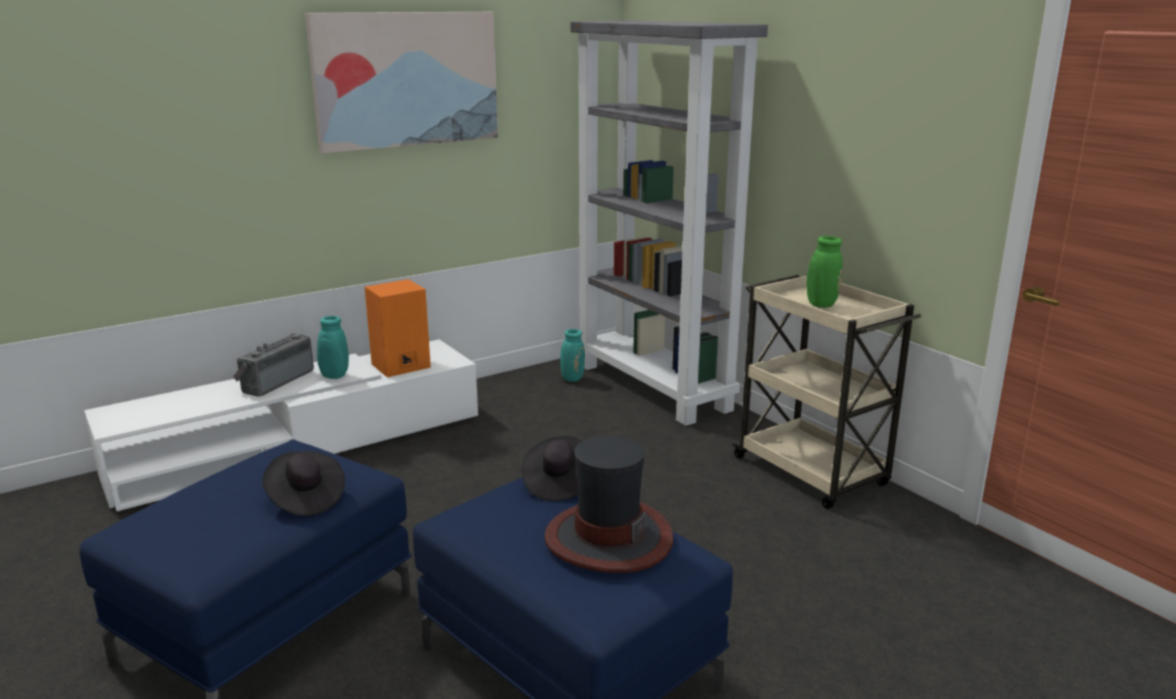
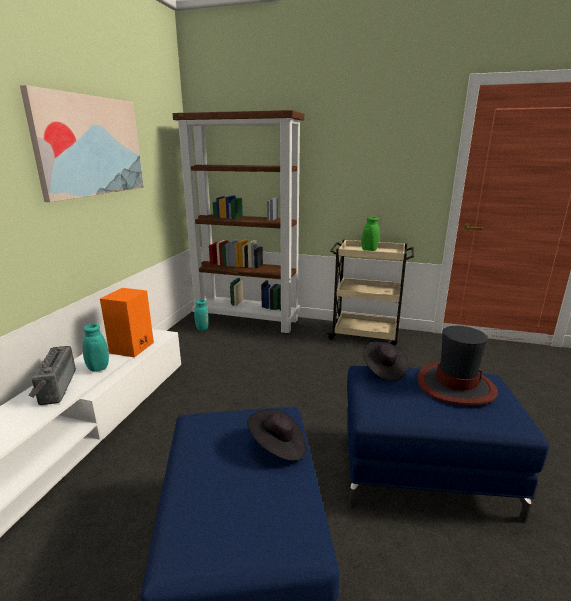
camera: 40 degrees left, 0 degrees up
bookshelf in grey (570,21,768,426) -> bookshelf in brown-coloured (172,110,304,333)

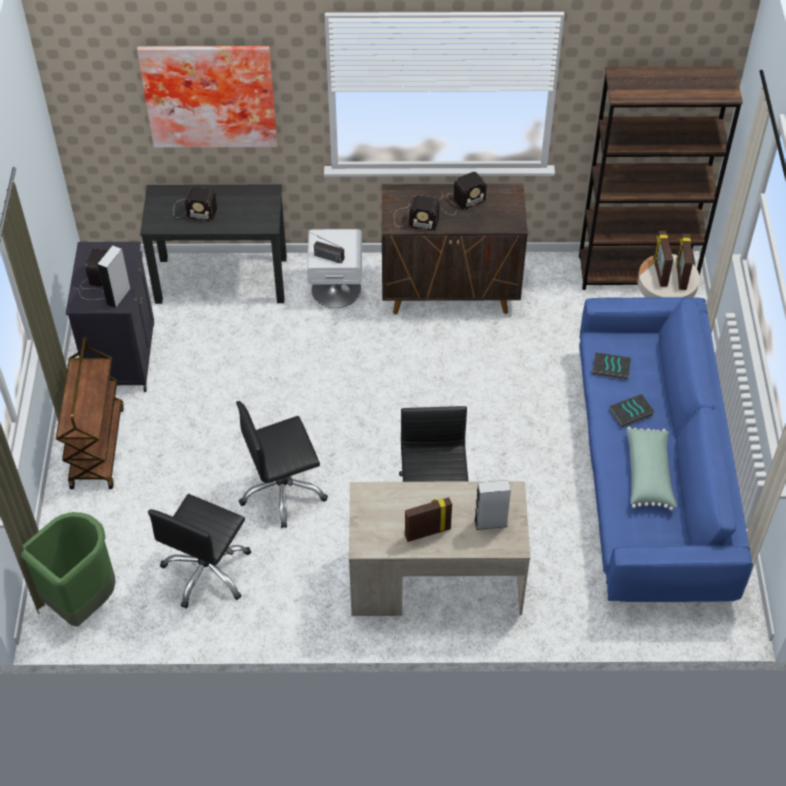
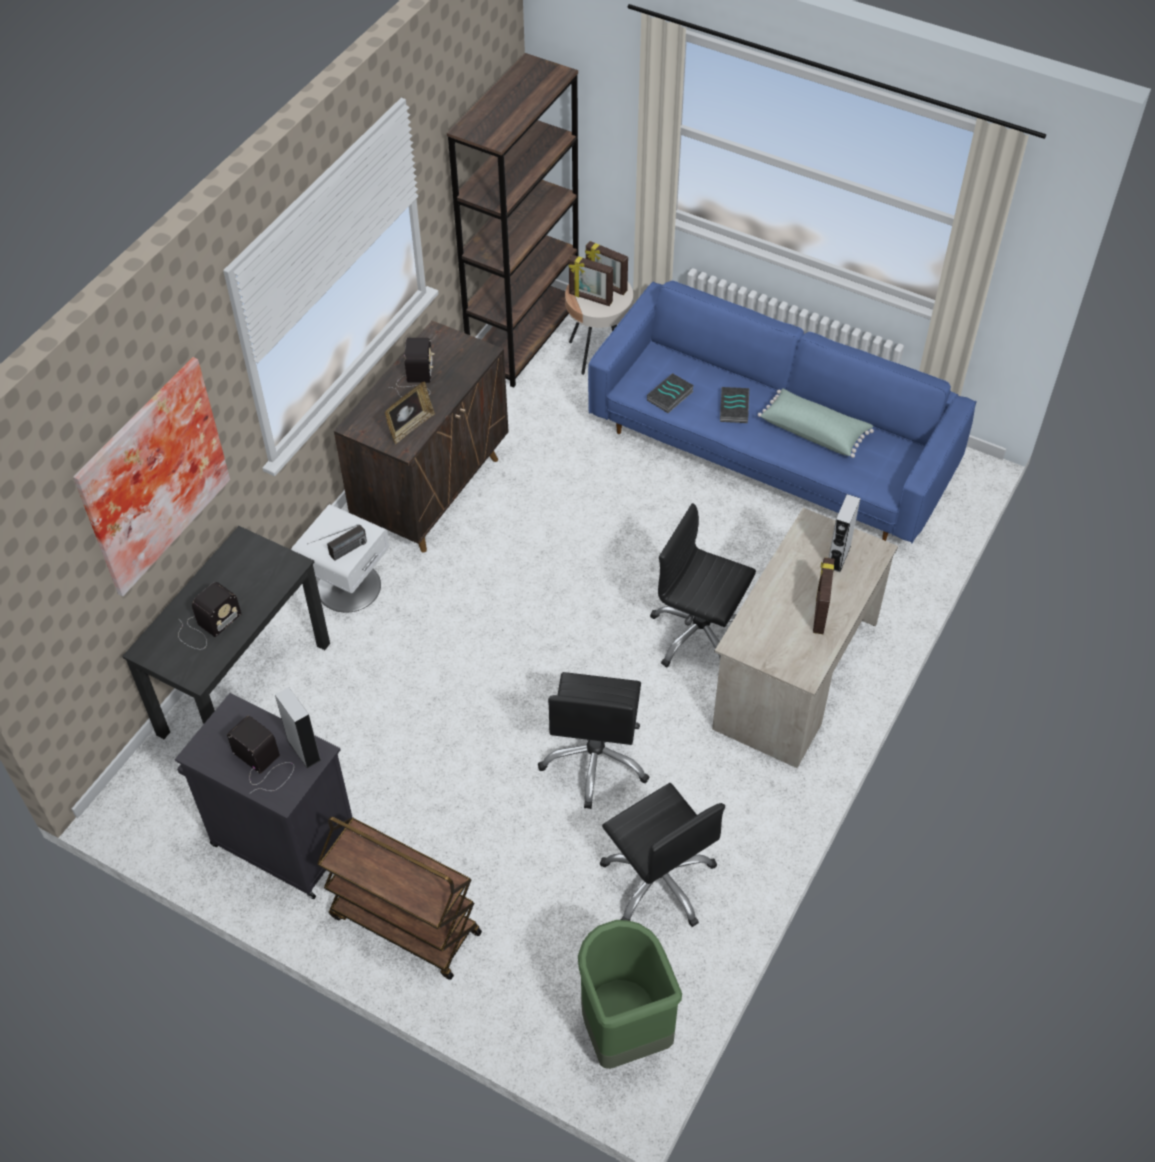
camera: 60 degrees left, 0 degrees up
radio set (394,195,440,231) -> picture frame (385,382,435,444)

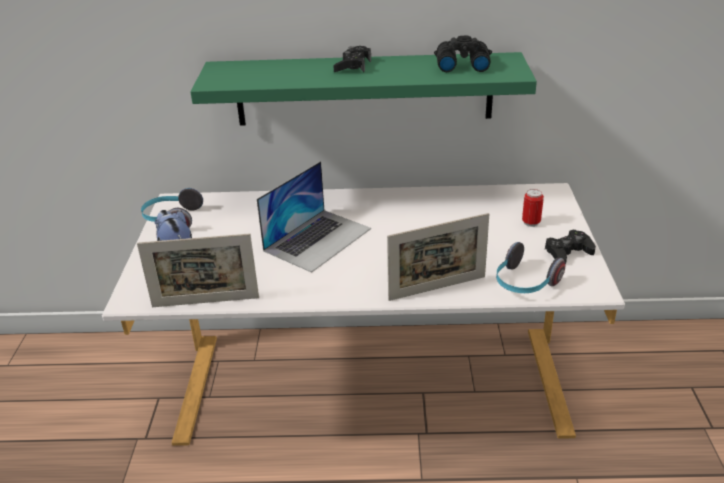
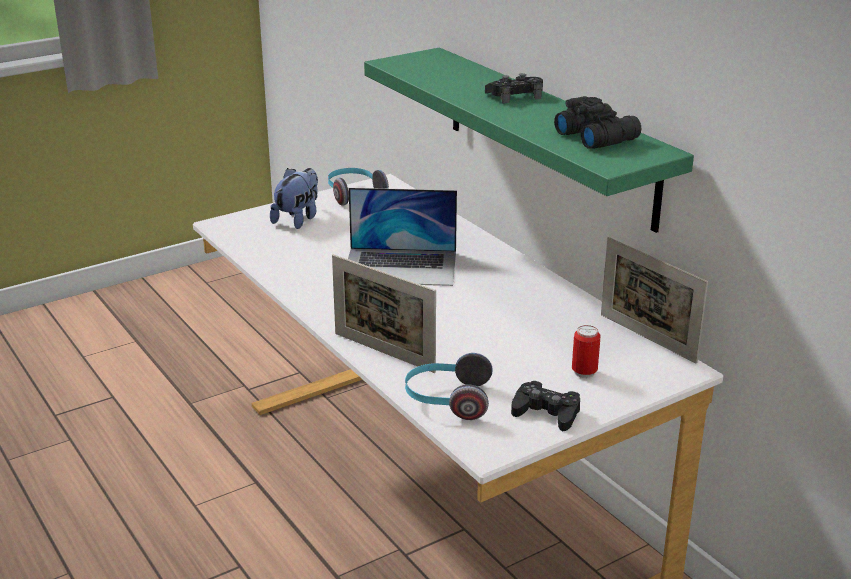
camera: 55 degrees right, 5 degrees down
picture frame (137,233,259,307) -> picture frame (601,237,708,363), shifted

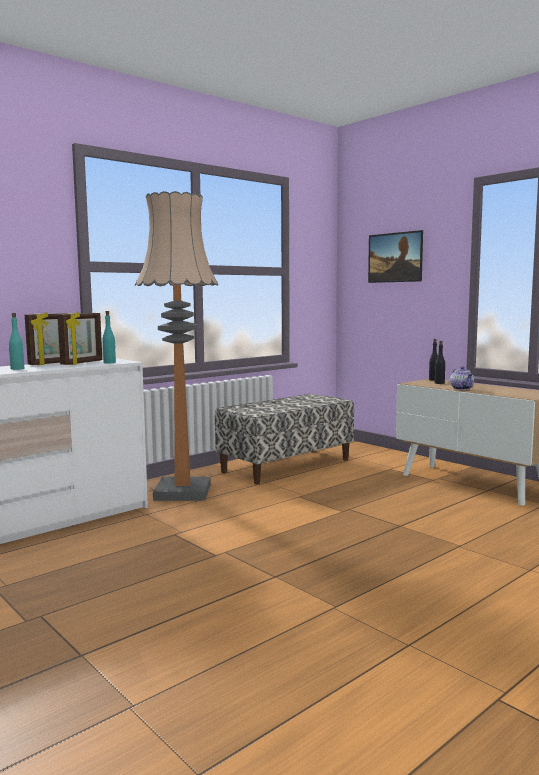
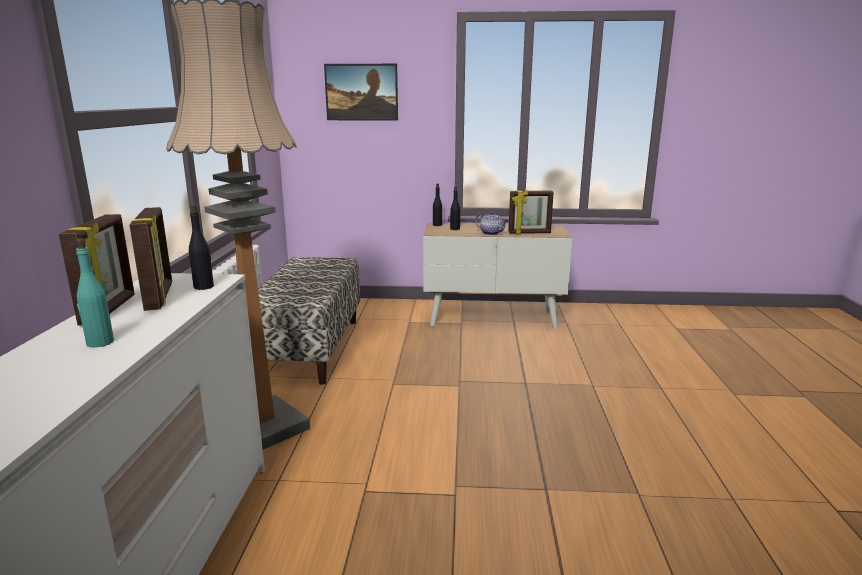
camera: 45 degrees left, 10 degrees up
none -> picture frame (508,190,554,234)
drink bottle in blue-green (102,311,116,364) -> drink bottle in blackish (189,204,214,290)

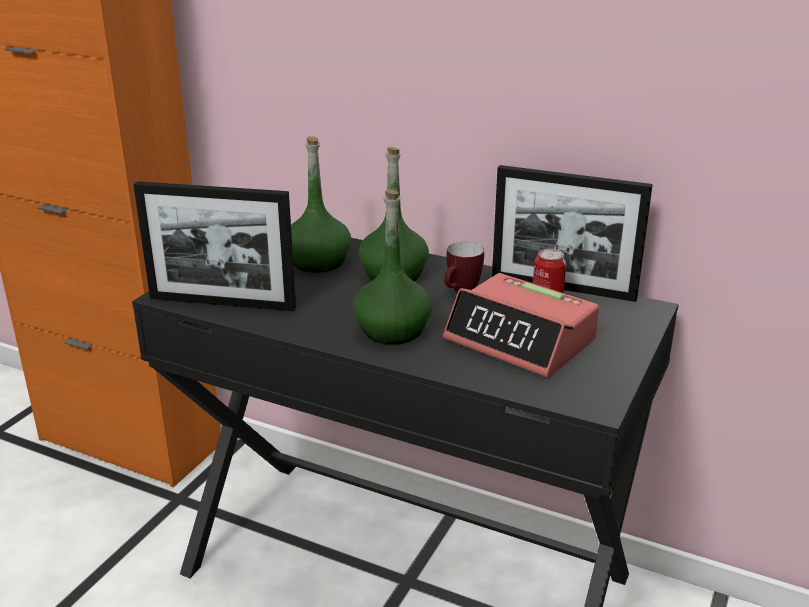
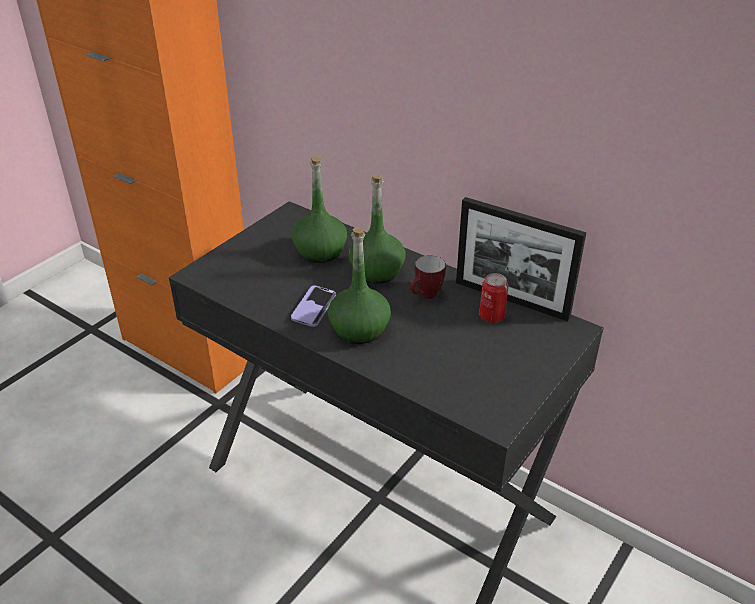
camera: 10 degrees right, 10 degrees up
picture frame (134,181,296,311) -> none
bedside clock (443,273,599,378) -> none
none -> handset (291,285,336,327)

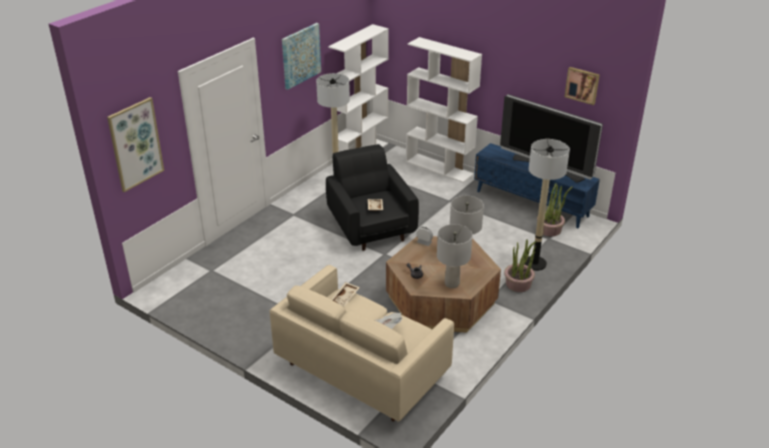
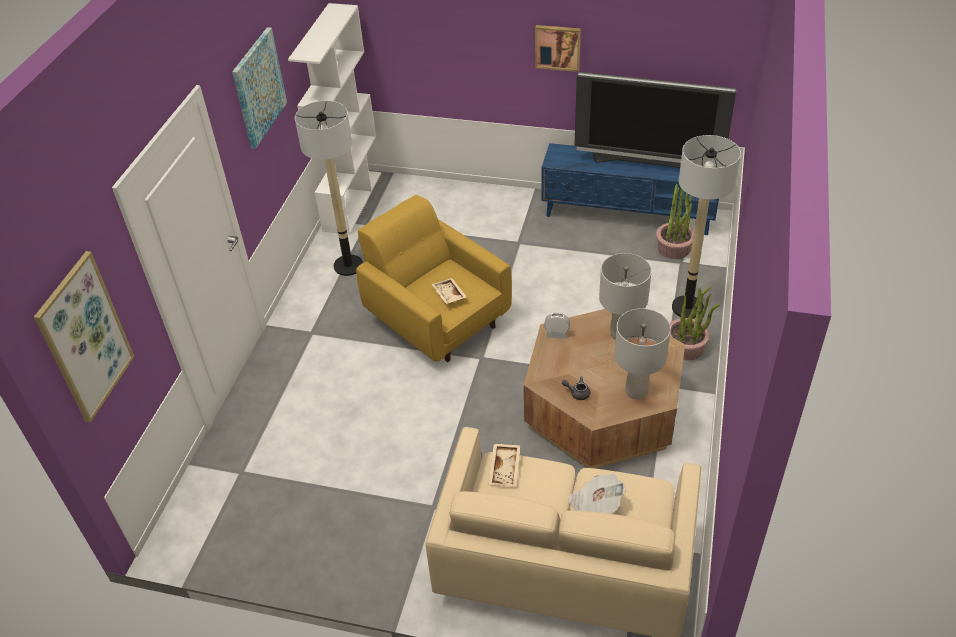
camera: 20 degrees left, 10 degrees up
bookshelf in white (406,37,482,183) -> none
wall picture (564,67,600,105) -> wall picture (535,25,581,72), shifted
armchair in blackish (326,144,419,251) -> armchair in yellow-coloured (356,195,512,362)

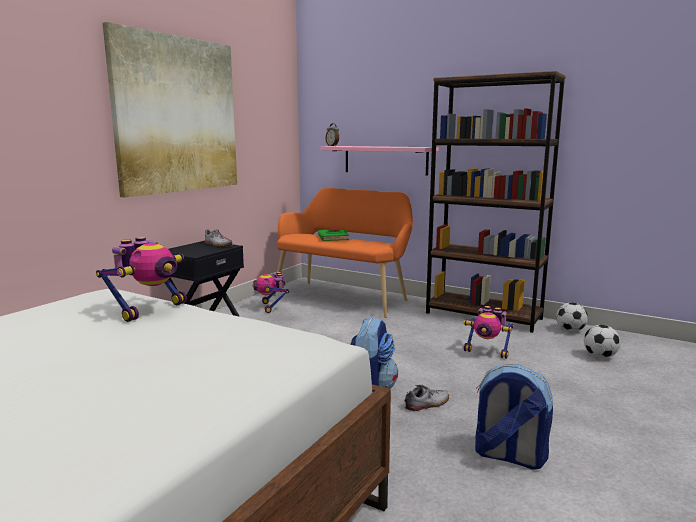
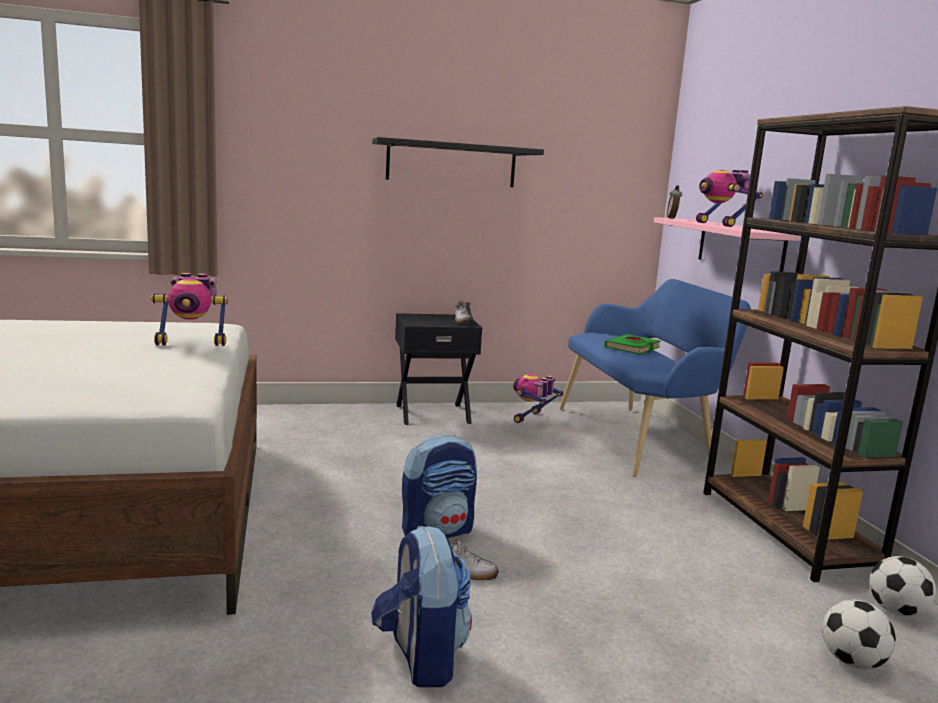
camera: 45 degrees right, 0 degrees up
toy robot (464,306,514,359) -> toy robot (696,170,763,227), shifted
wall picture (102,22,237,198) -> wall shelf in blackish (372,137,544,187)
bench in orange (273,188,413,318) -> bench in bluish (560,279,751,477)

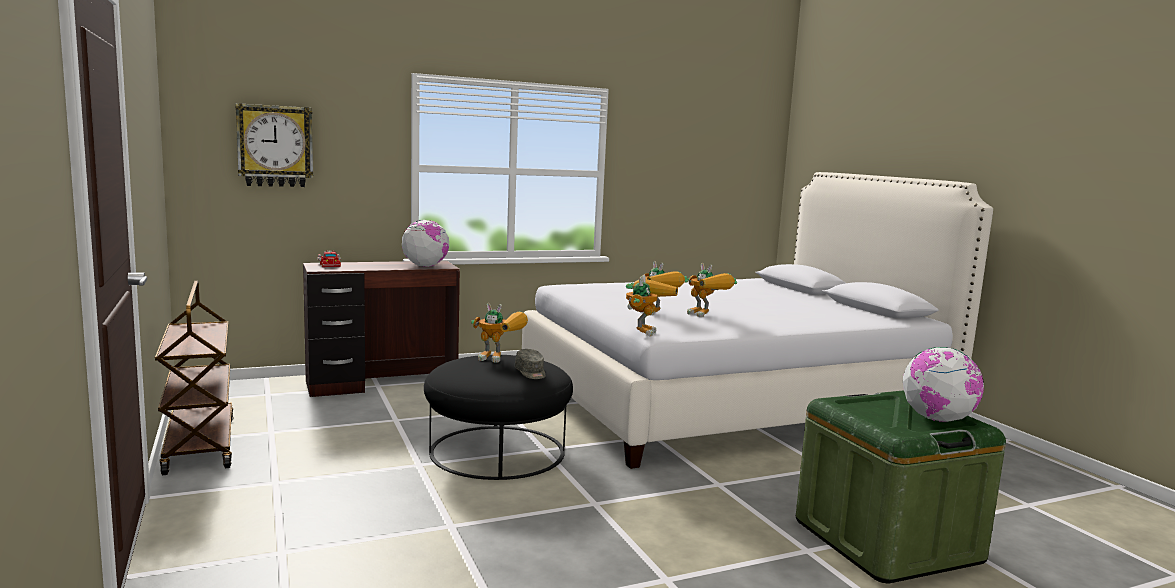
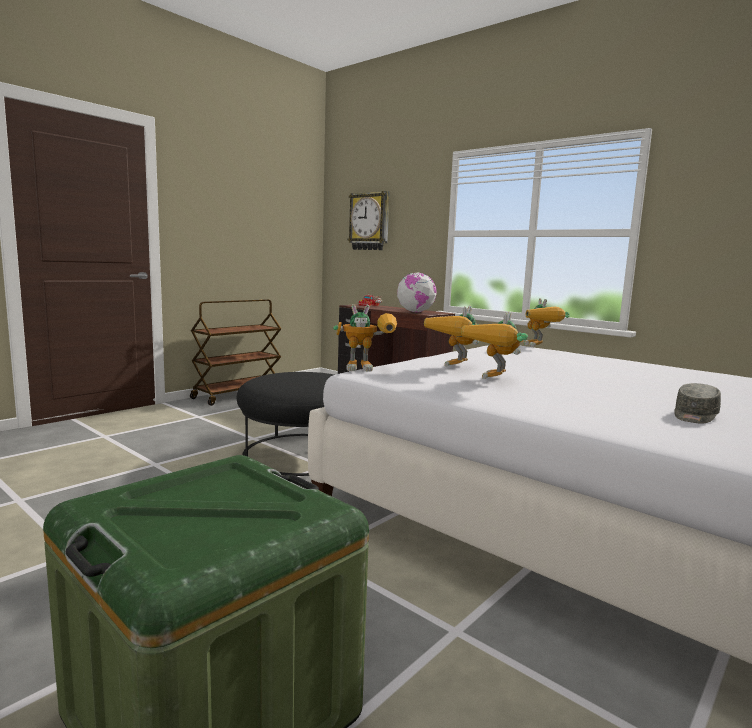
camera: 65 degrees right, 0 degrees up
desk globe (903,347,984,422) -> none
toy robot (471,303,528,362) -> toy robot (524,298,570,347), shifted
cap in grey (515,349,545,379) -> cap in grey (674,383,721,424), shifted

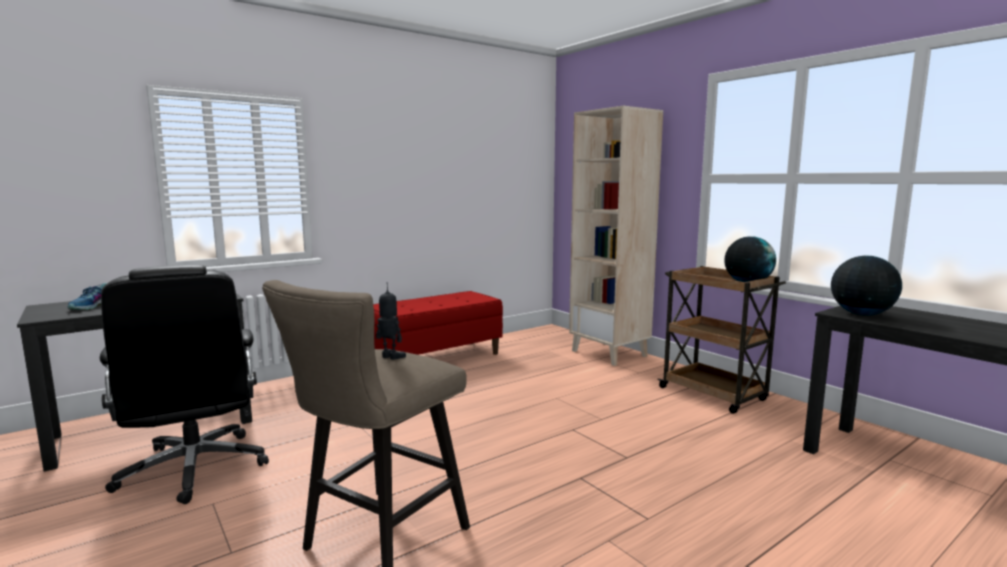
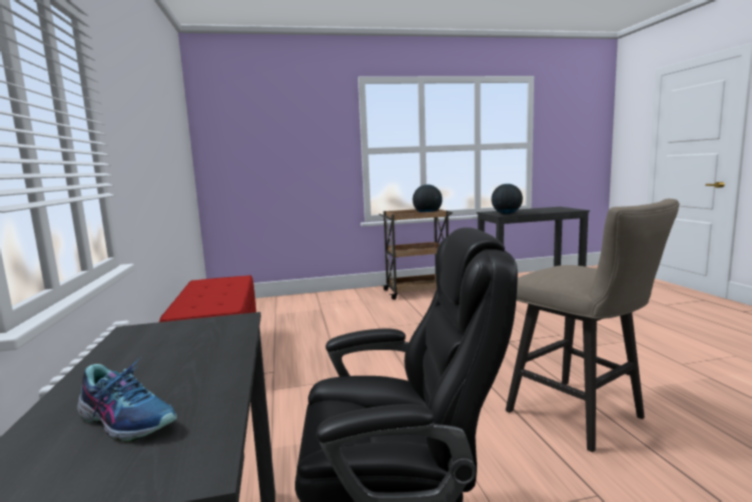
camera: 65 degrees left, 0 degrees up
toy robot (376,283,406,360) -> none
bookshelf in sand-coloured (569,106,663,366) -> none

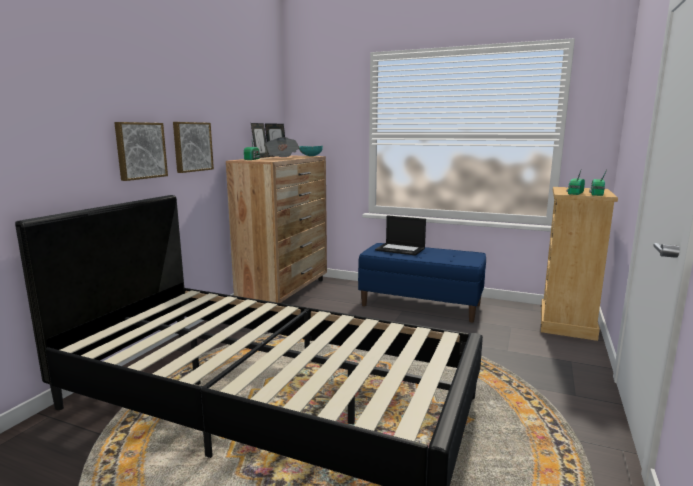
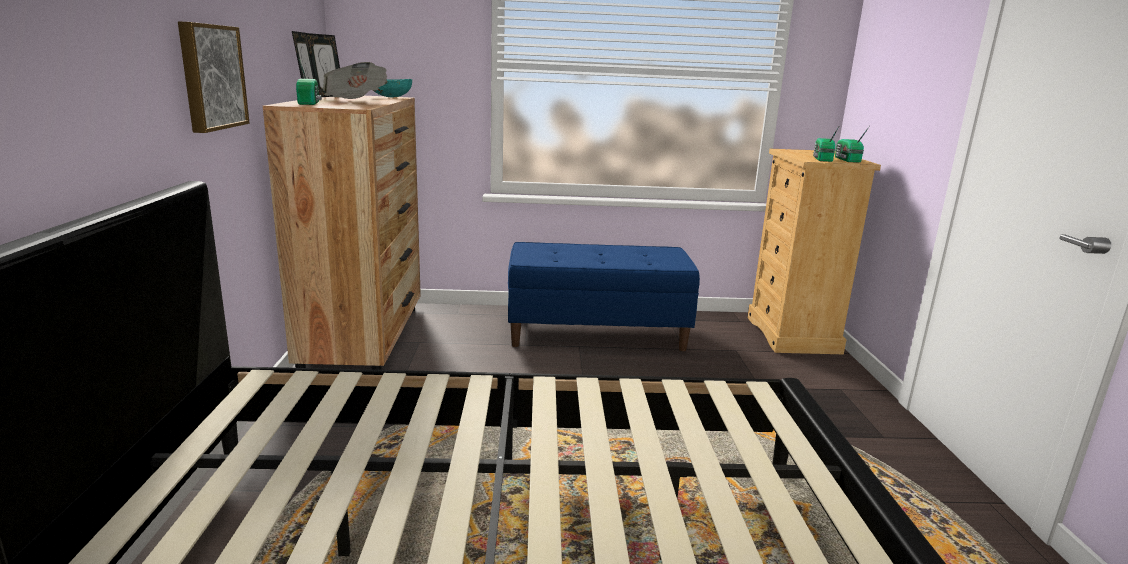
camera: 25 degrees left, 5 degrees up
wall picture (114,122,168,181) -> none
laptop (375,215,426,256) -> none

